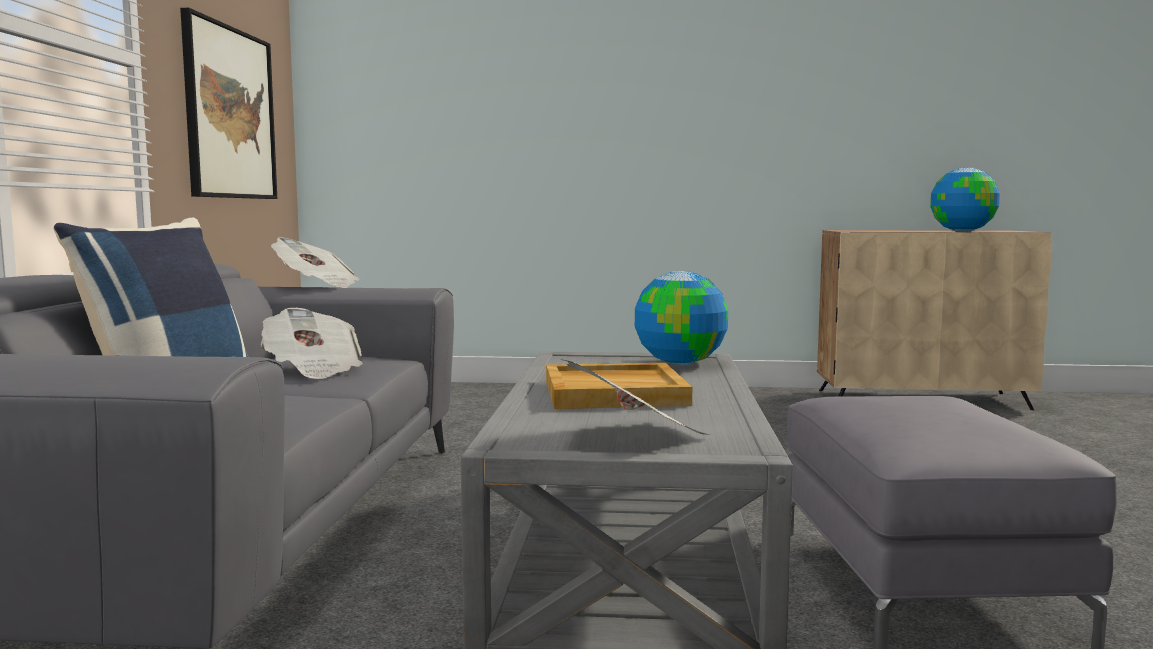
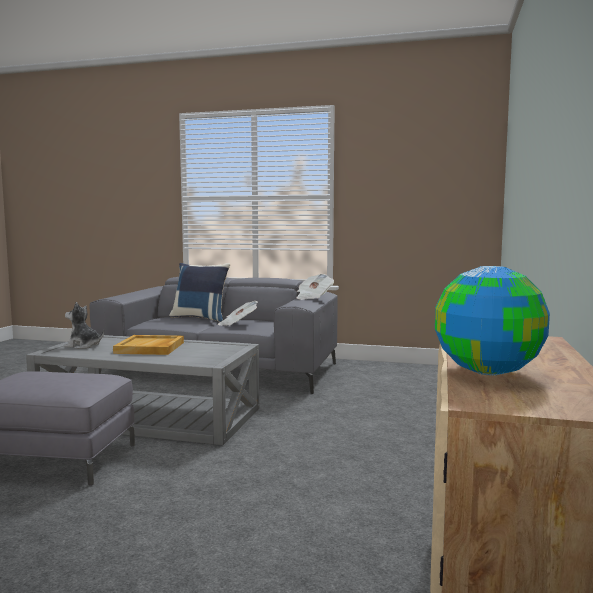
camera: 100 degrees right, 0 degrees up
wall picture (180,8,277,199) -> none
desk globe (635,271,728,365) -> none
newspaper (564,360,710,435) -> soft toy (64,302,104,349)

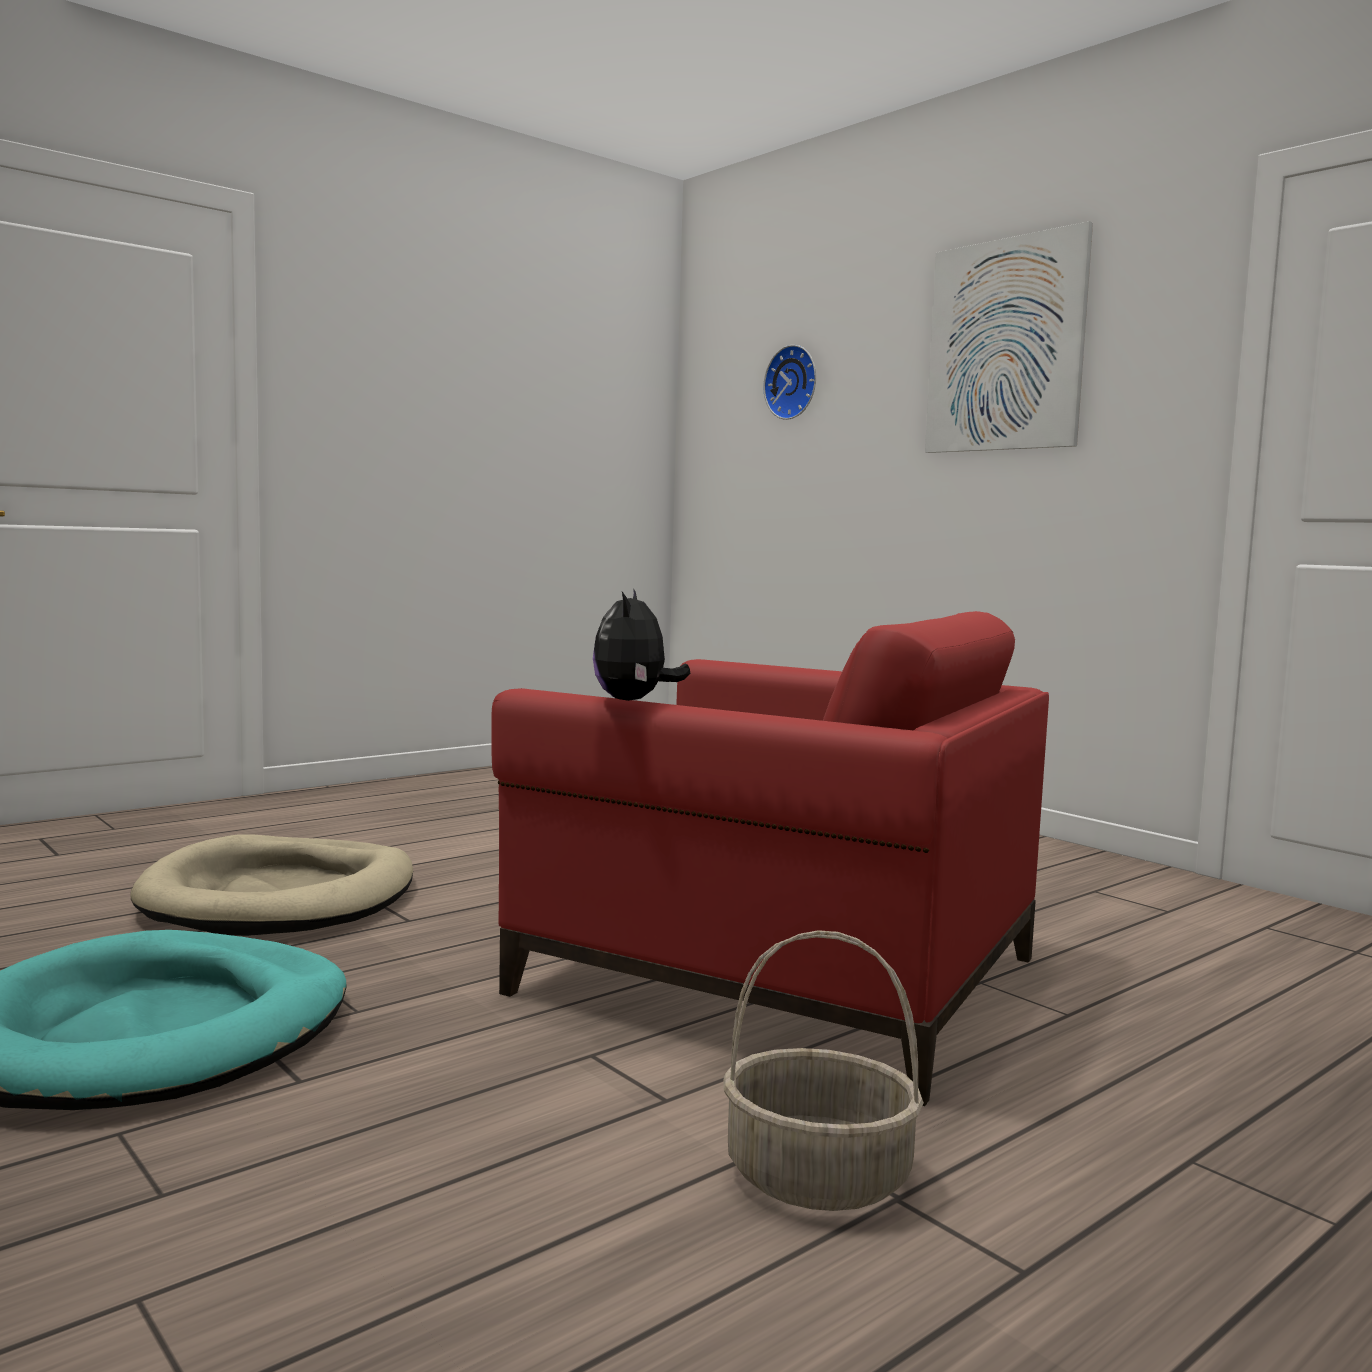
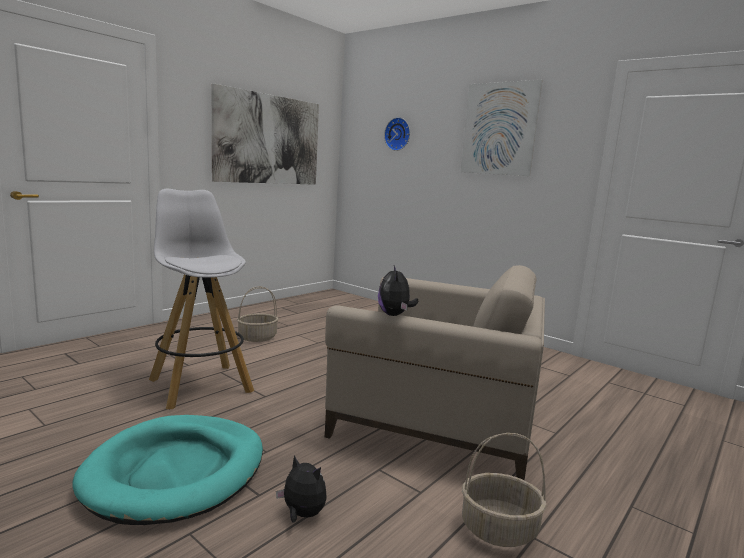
camera: 10 degrees left, 5 degrees up
none -> wall picture (212,84,319,185)
none -> basket (237,286,279,342)
none -> soft toy (276,455,327,523)
dog bed in sand-coloured (130,834,413,936) -> stool seat in white (149,189,254,409)
armchair in red-coloured (491,611,1049,1106) -> armchair in sand-coloured (325,265,545,480)

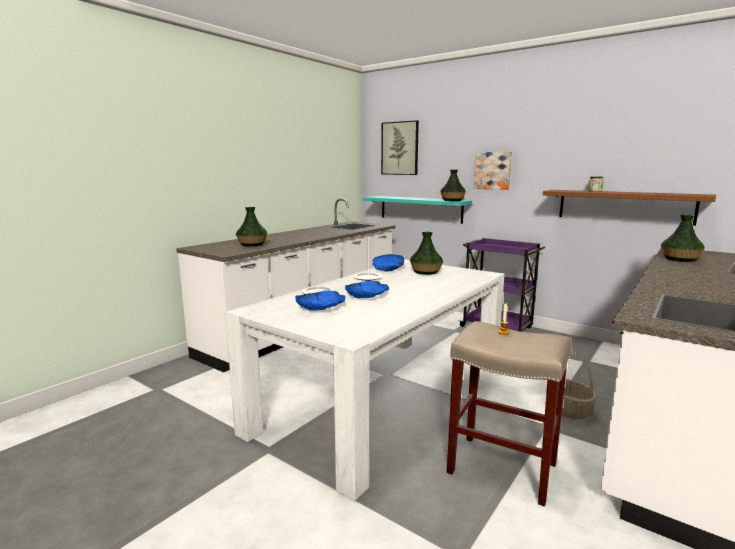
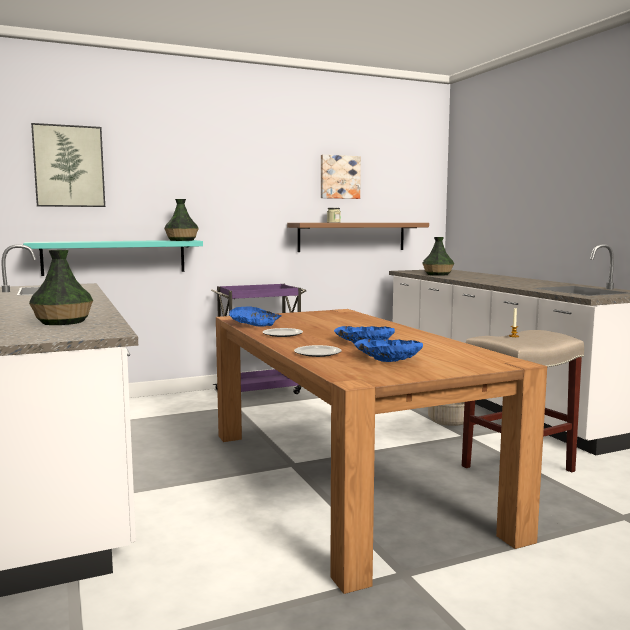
camera: 60 degrees left, 5 degrees down
vase (410,232,443,275) -> none
wall picture (473,152,512,190) -> wall picture (321,154,361,199), shifted
dining table in white (225,259,505,501) -> dining table in brown-coloured (216,309,547,594)

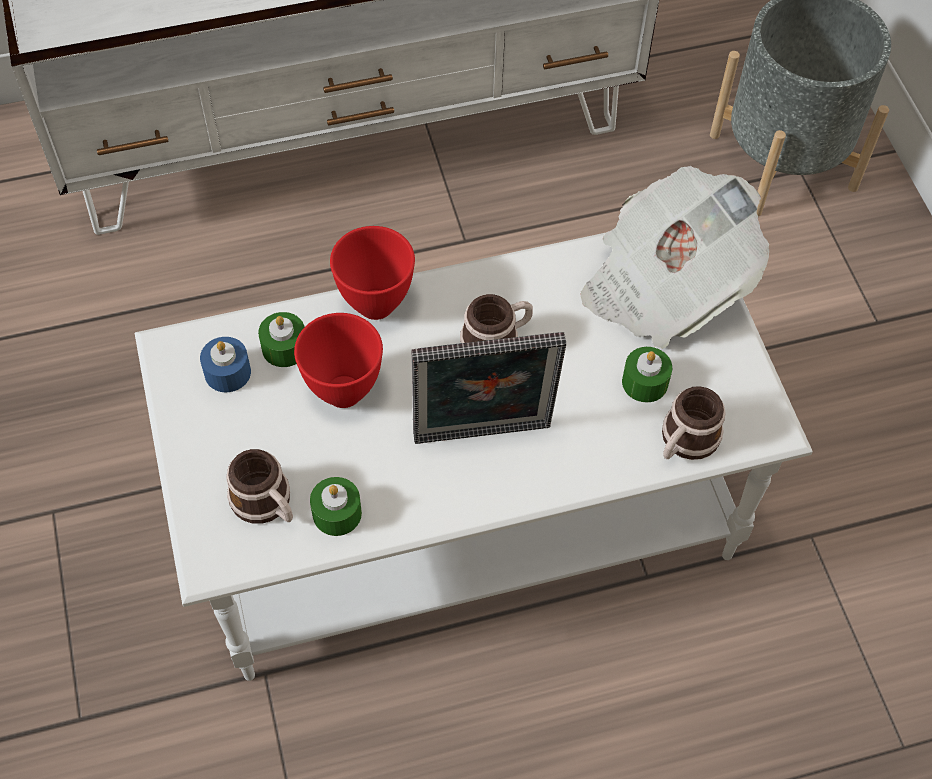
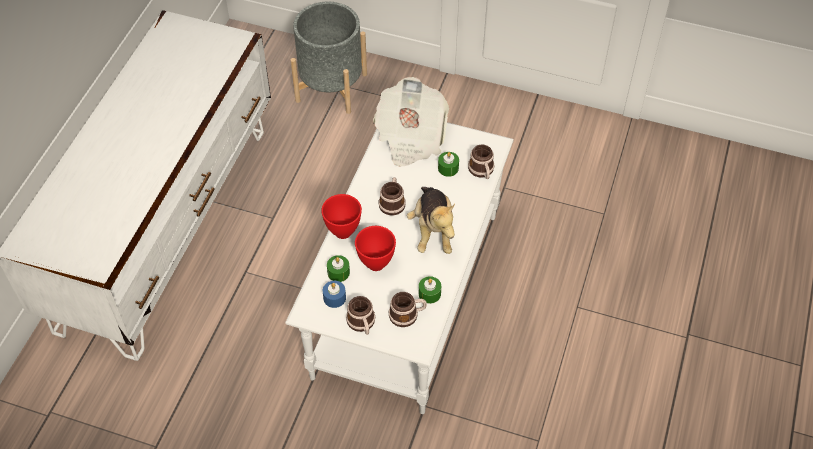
camera: 55 degrees left, 5 degrees down
none -> mug (346,296,375,335)
picture frame (411,332,566,444) -> soft toy (407,187,455,254)

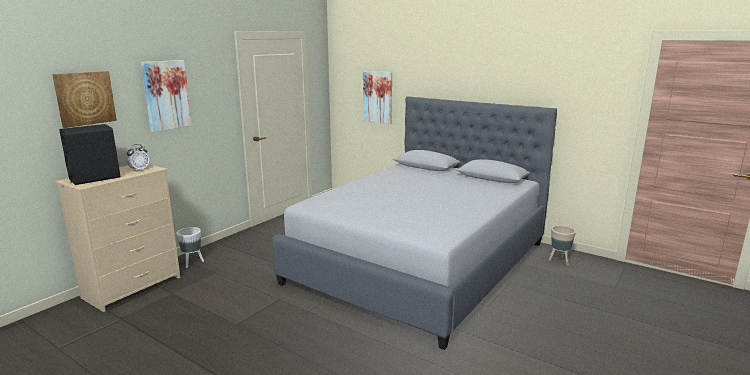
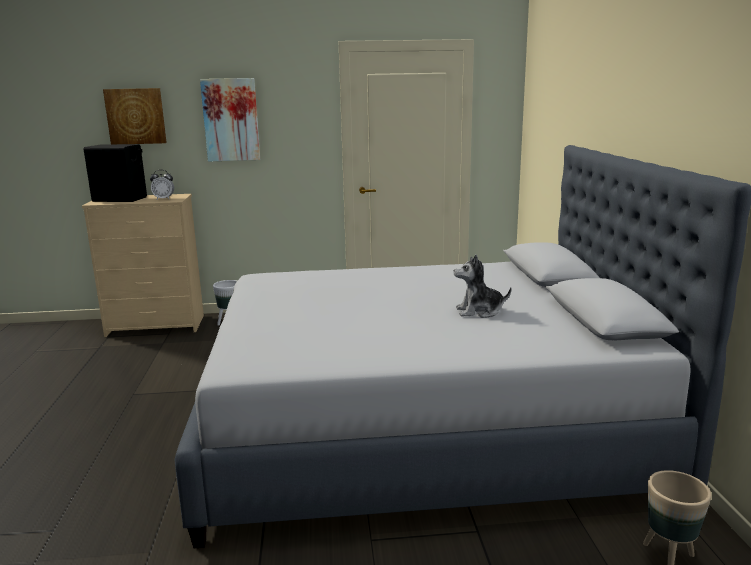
camera: 50 degrees right, 0 degrees up
wall picture (363,71,392,124) -> none
none -> soft toy (453,255,511,318)

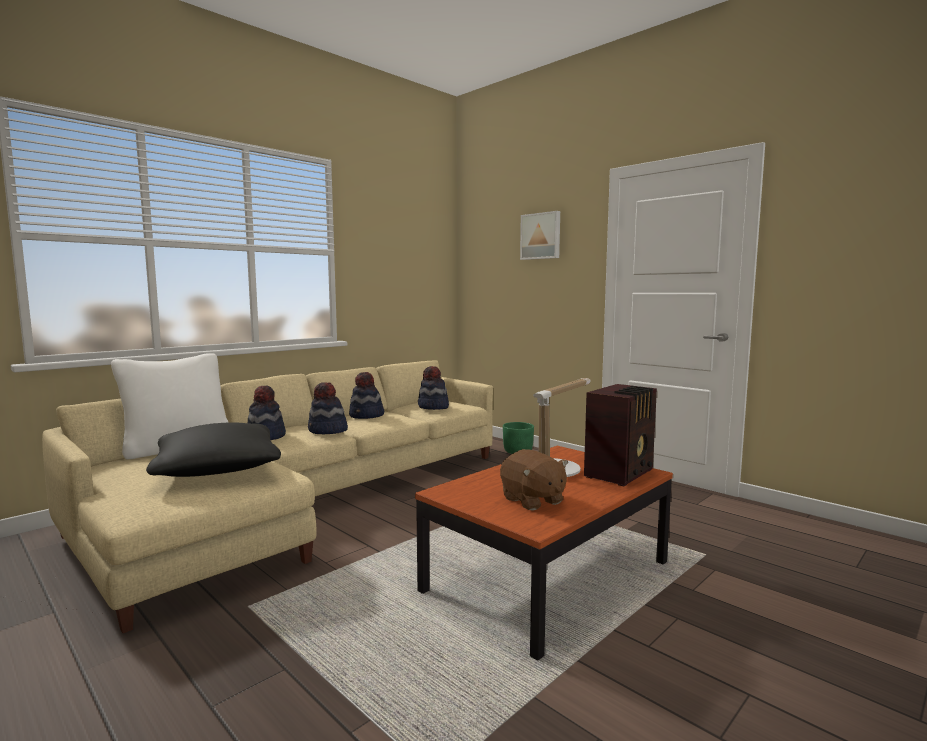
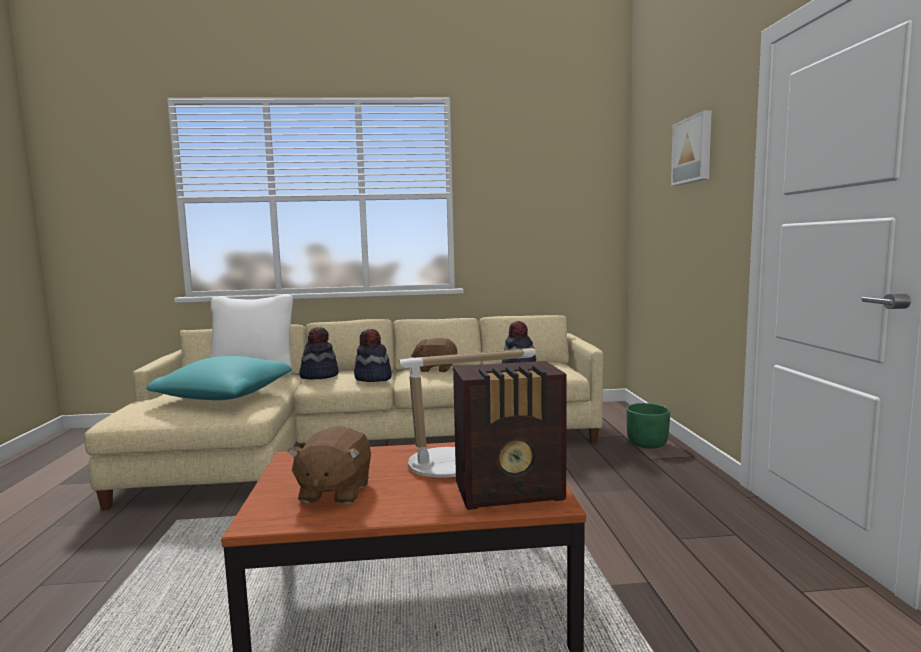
camera: 40 degrees right, 0 degrees up
wearable hat (349,372,384,419) -> soft toy in brown-coloured (411,338,457,372)
throw pillow in blackish (146,422,281,477) -> throw pillow in blue-green (146,356,292,400)

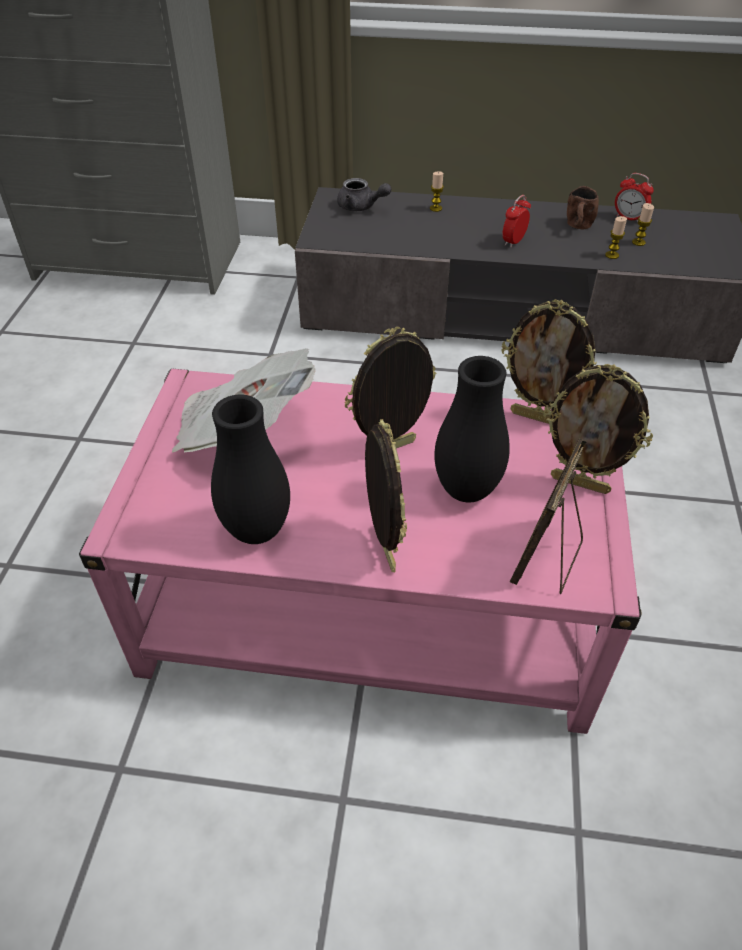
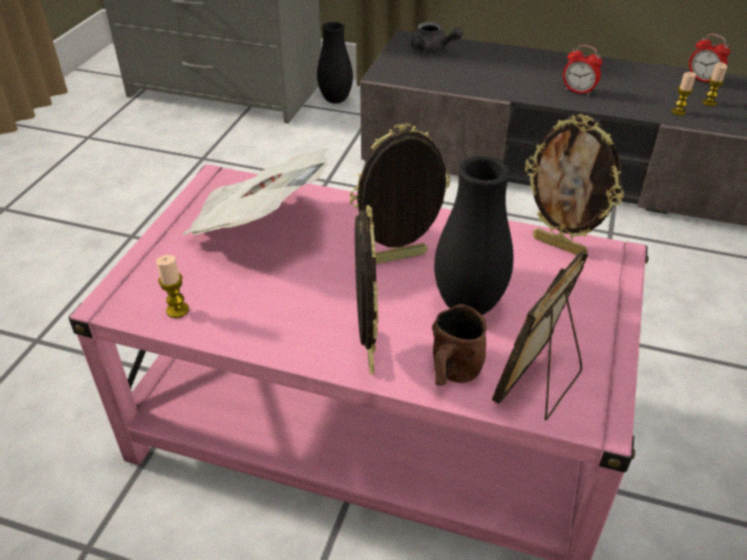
camera: 10 degrees right, 5 degrees down
picture frame (543,364,653,494) -> none
vase in blackish (211,395,290,544) -> vase in blackish (317,22,353,104), shifted
candle (430,171,444,212) -> candle (156,255,189,318), shifted
mug in brown-coloured (567,186,599,229) -> mug in brown-coloured (432,304,487,386), shifted
bedside clock (502,195,531,248) -> bedside clock (563,45,602,96), 105 degrees counterclockwise

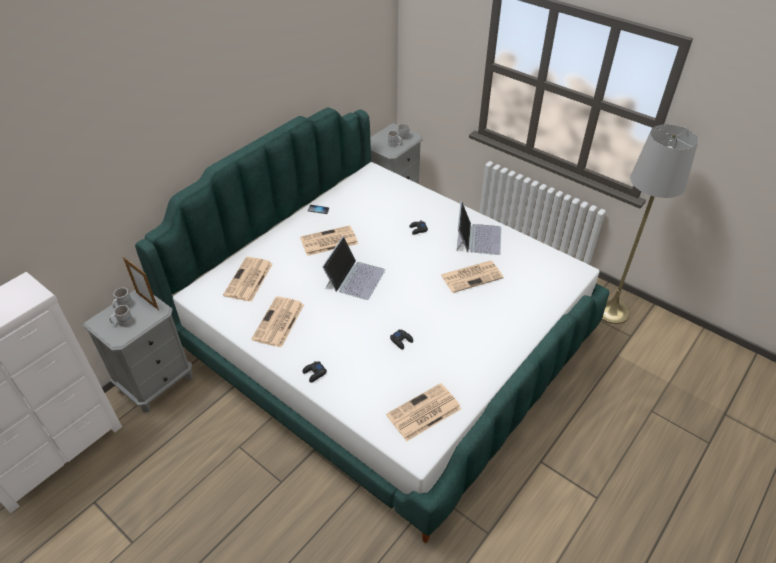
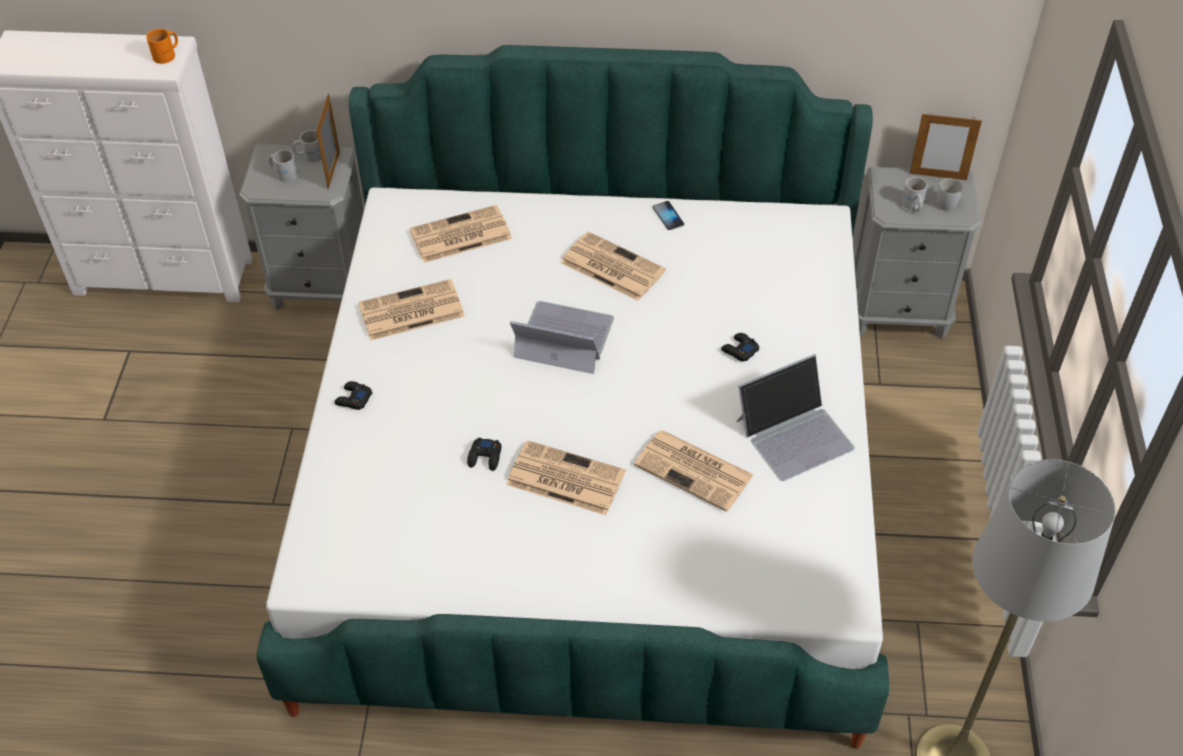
camera: 55 degrees right, 5 degrees up
none -> mug in orange (146,29,178,64)
none -> picture frame (910,112,982,180)
newspaper (386,383,461,441) -> newspaper (506,440,626,515), shifted
laptop (322,236,385,300) -> laptop (510,301,614,374), 150 degrees counterclockwise

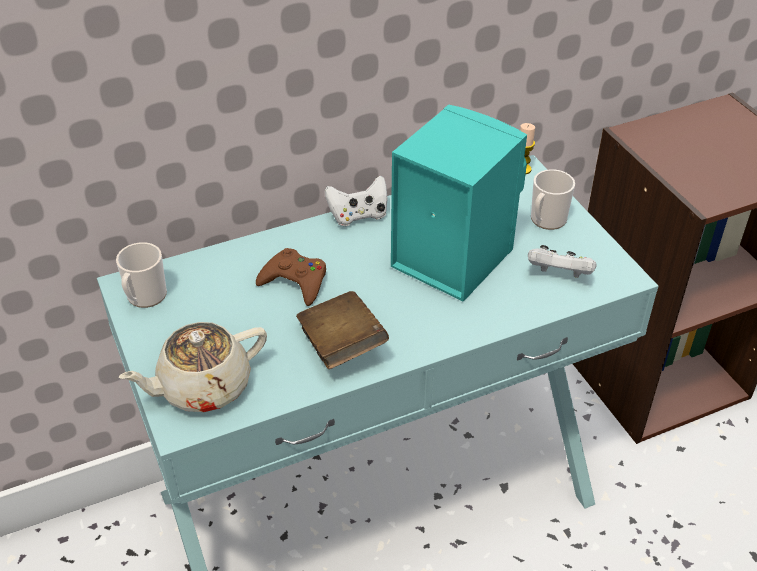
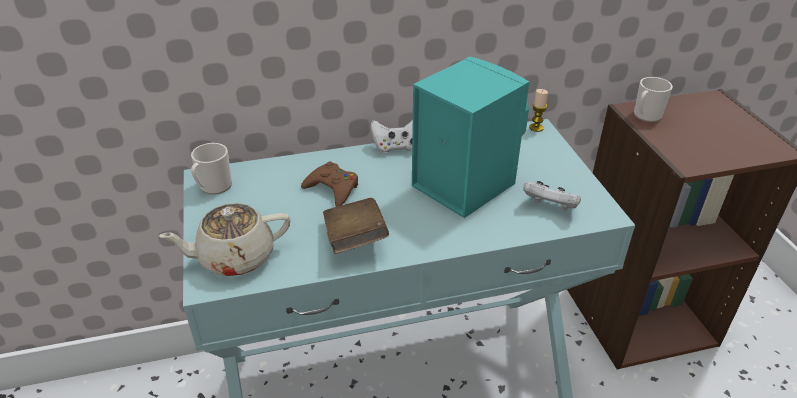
camera: 10 degrees right, 5 degrees down
mug (531,169,575,230) -> mug (634,77,673,122), shifted

